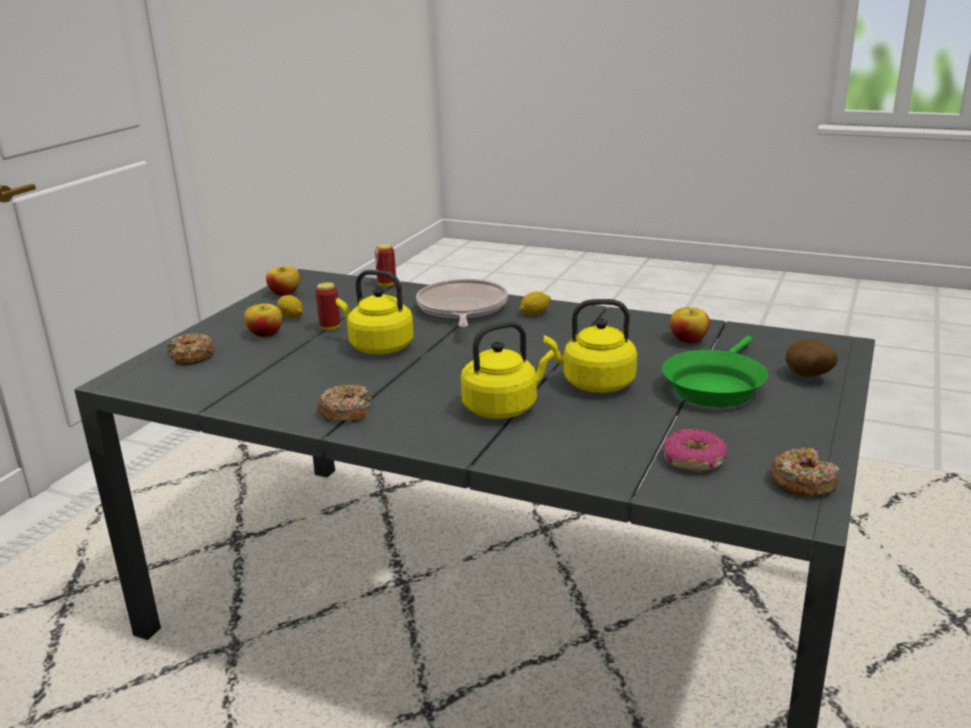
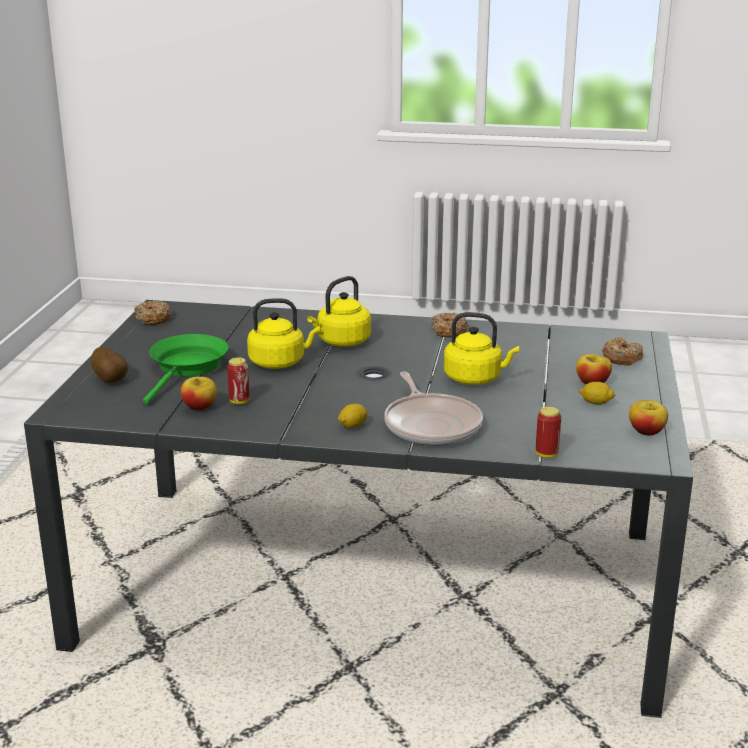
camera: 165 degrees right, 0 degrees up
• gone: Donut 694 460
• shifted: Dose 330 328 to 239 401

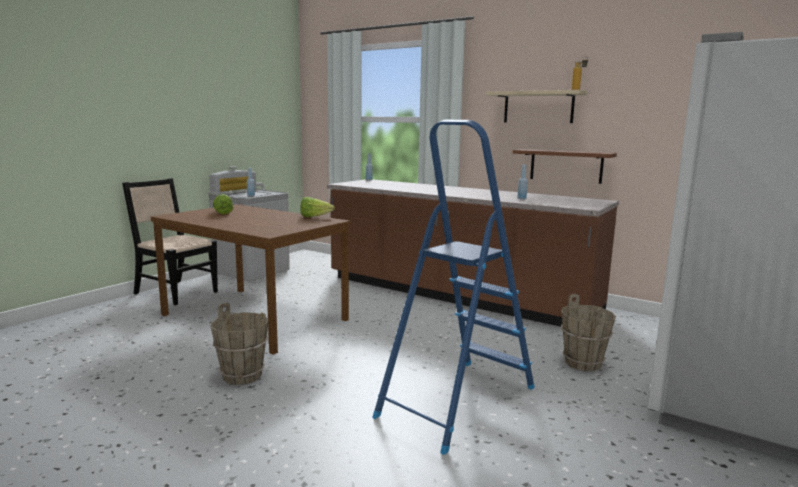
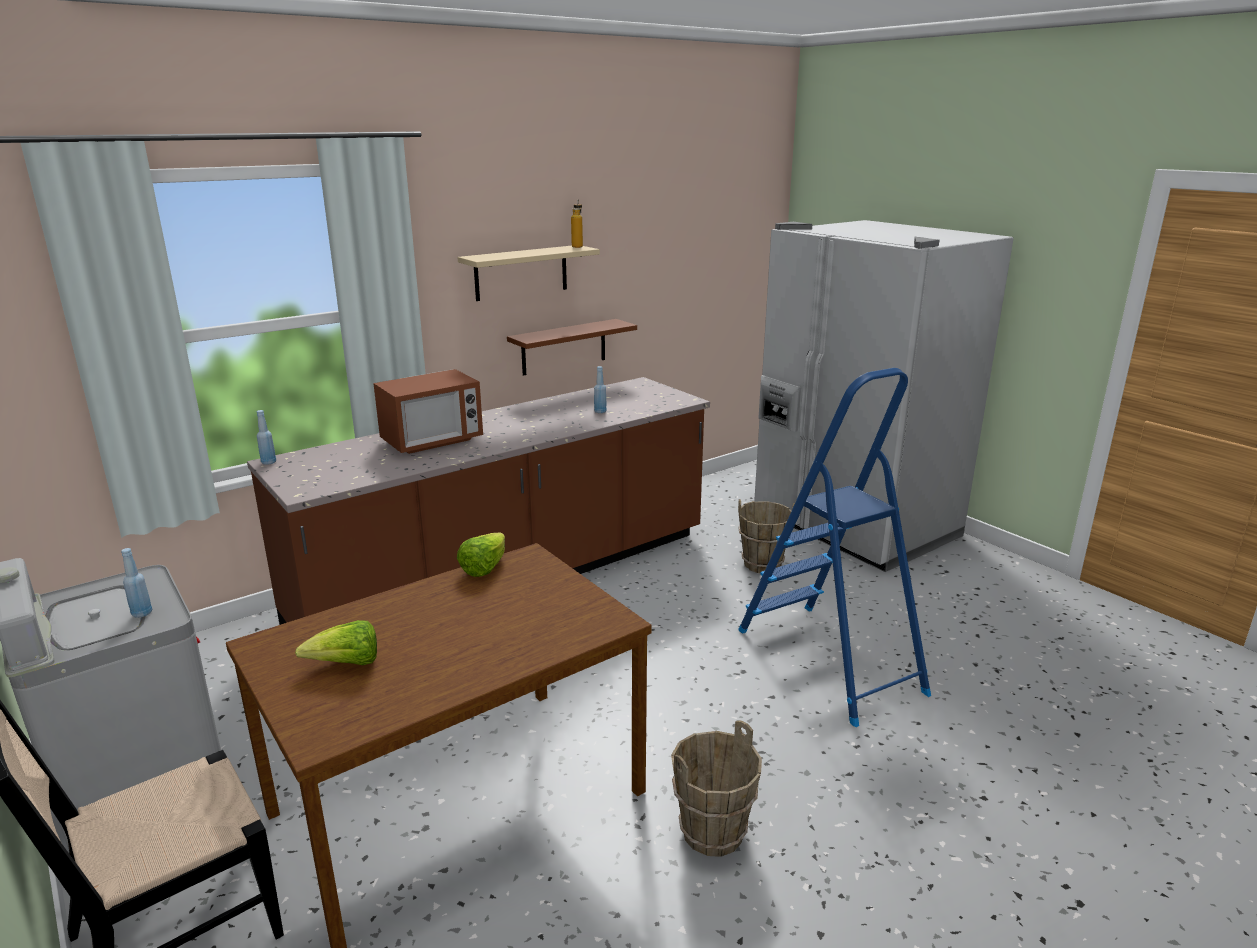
camera: 70 degrees left, 10 degrees up
• new: Mikrowelle 432 441

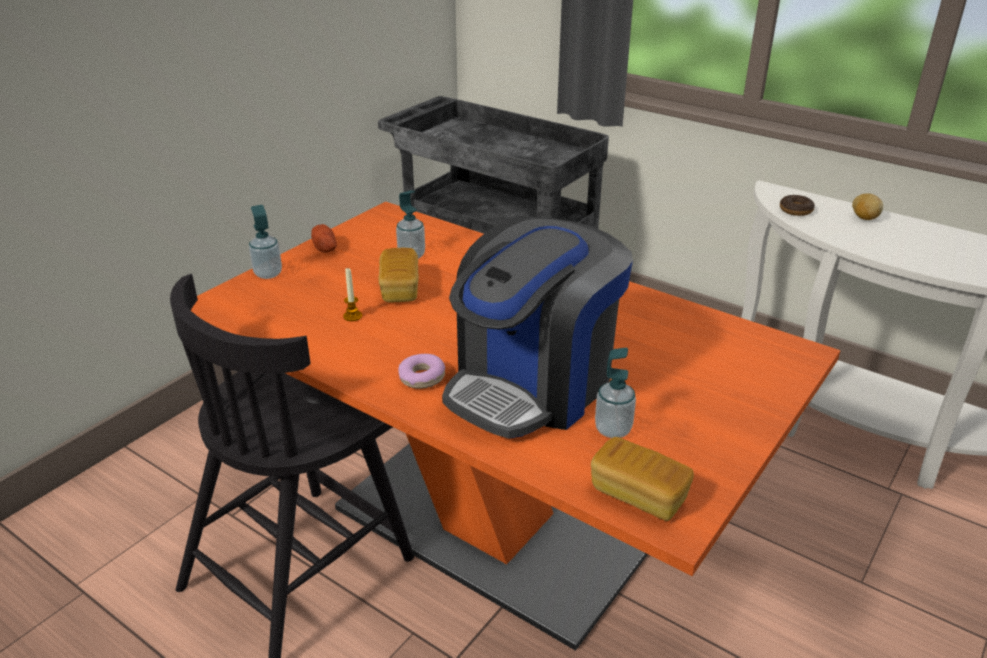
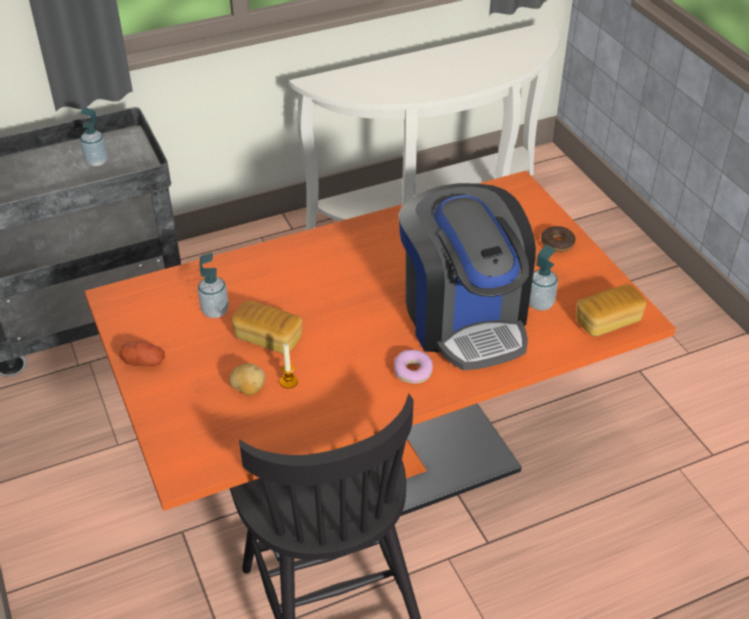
camera: 60 degrees left, 10 degrees up
• shifted: Seifenspender 268 274 to 97 161
• shifted: Donut 795 210 to 557 243
• shifted: Kartoffel 863 218 to 248 389

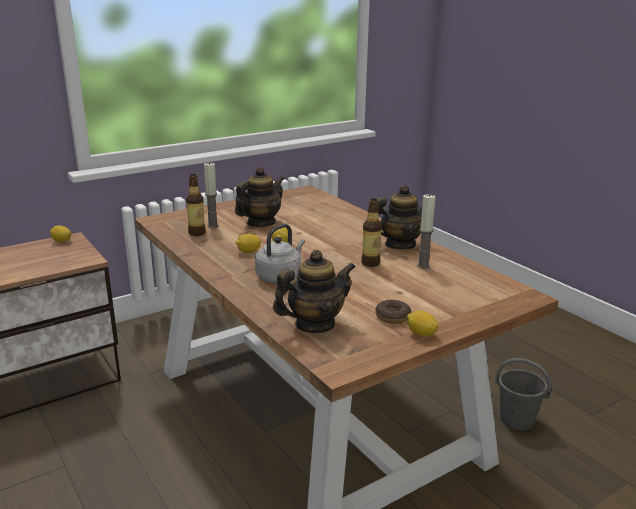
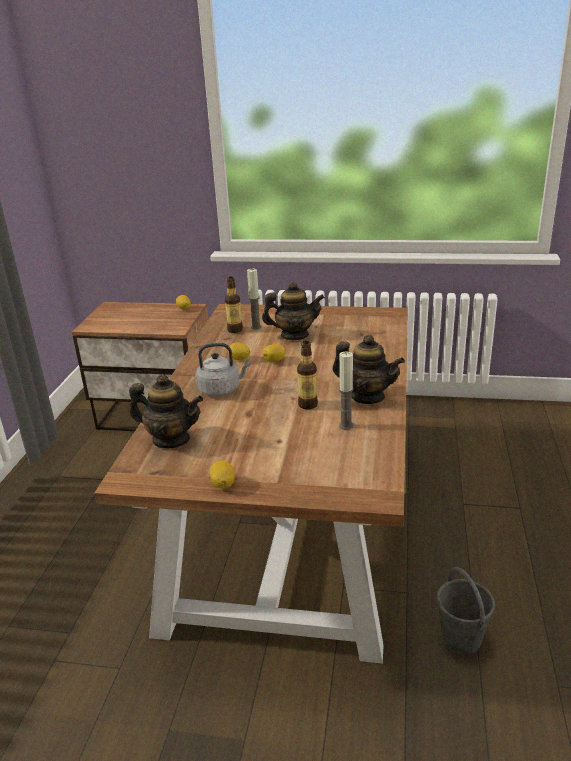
camera: 45 degrees right, 5 degrees up
• gone: Donut 392 317

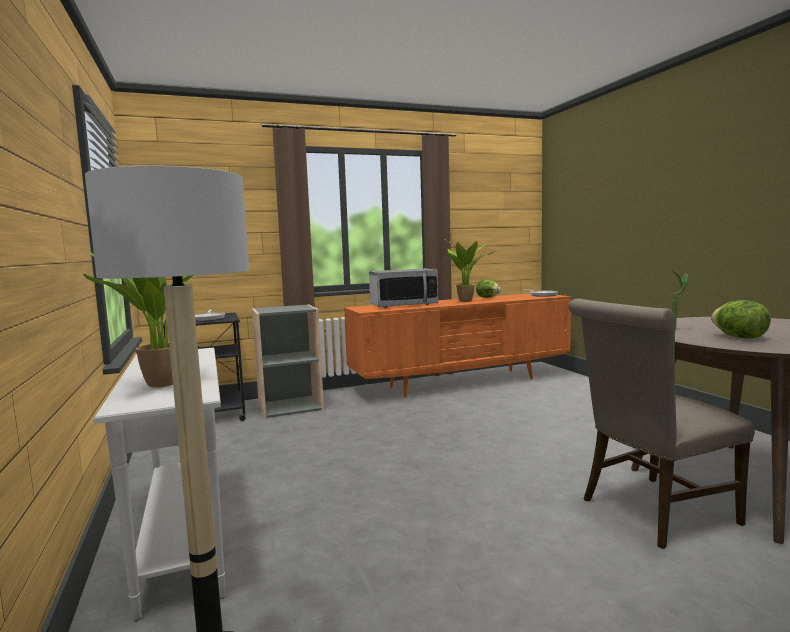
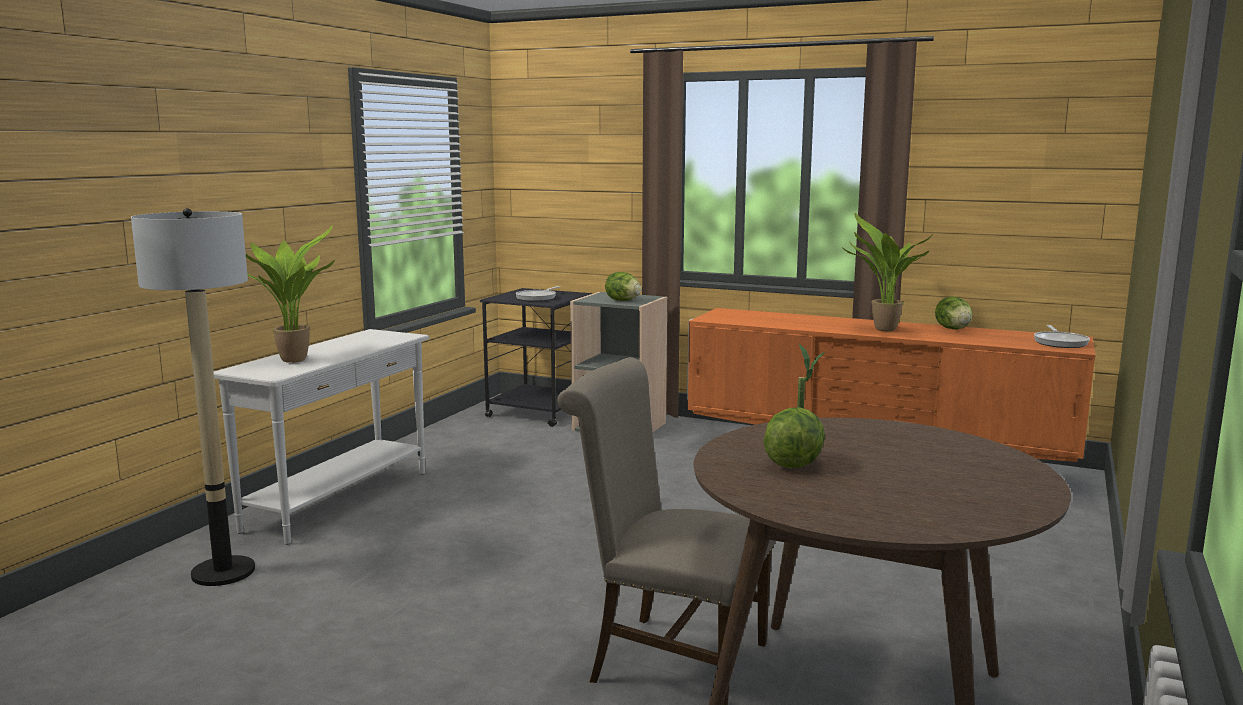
camera: 45 degrees right, 5 degrees up
• gone: Mikrowelle 403 305
• new: Salatkopf 623 301

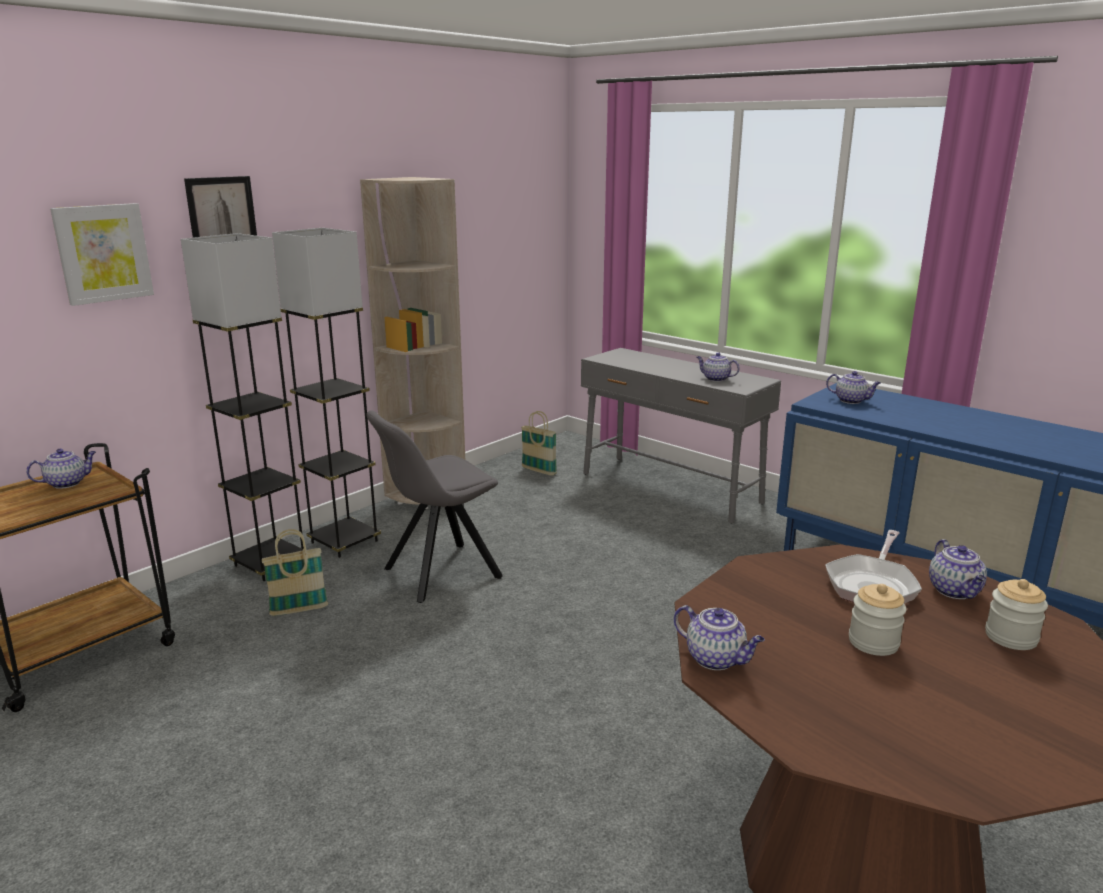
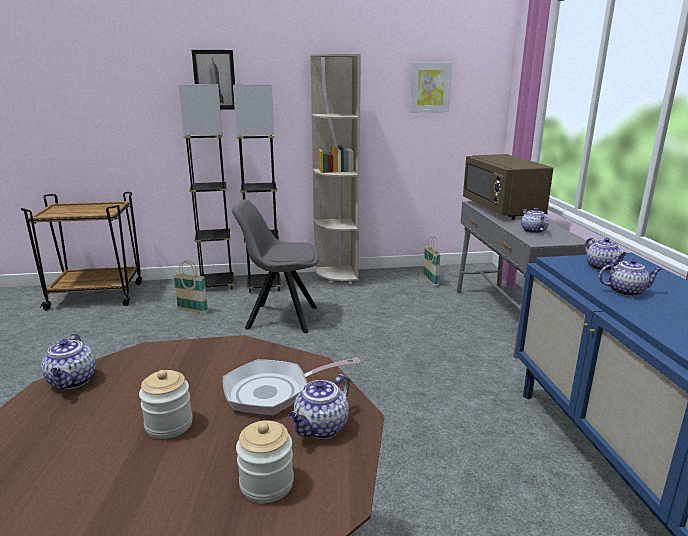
camera: 40 degrees right, 0 degrees up
• new: Mikrowelle [braun] 502 209
• shifted: Teekanne 67 483 to 626 291
• shifted: Bild 103 253 to 430 87

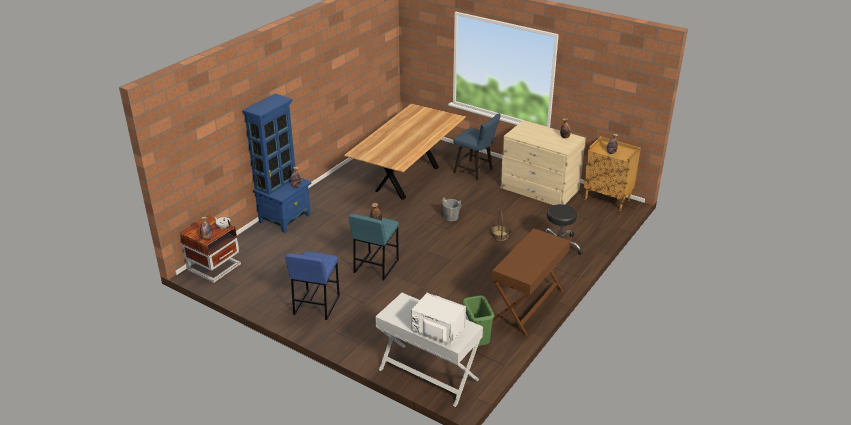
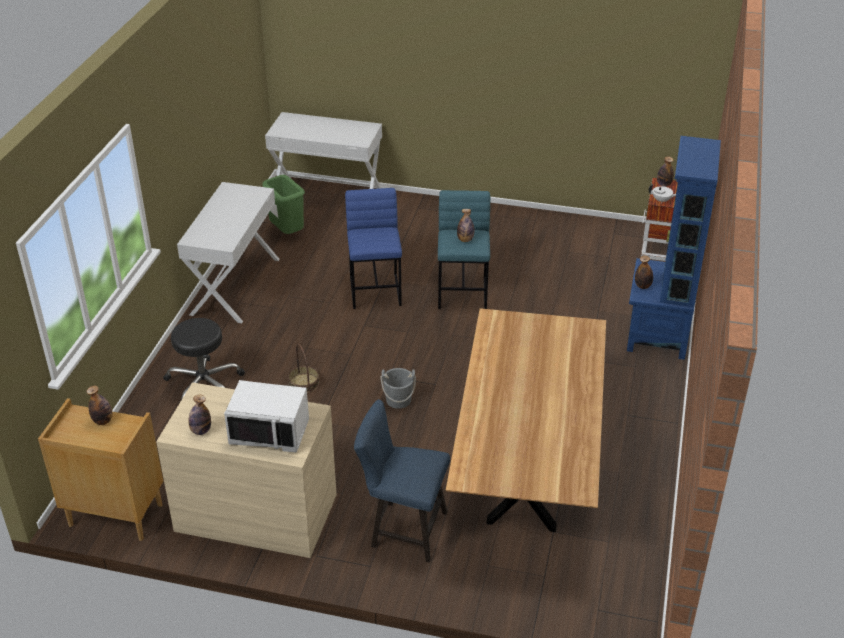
camera: 160 degrees right, 5 degrees up
• shifted: Hocker [blau] 316 306 to 375 290
• shifted: Mikrowelle [weiß] 437 330 to 270 432
• repainted: Konsolentisch [braun] 528 305 to Konsolentisch [weiß] 235 286

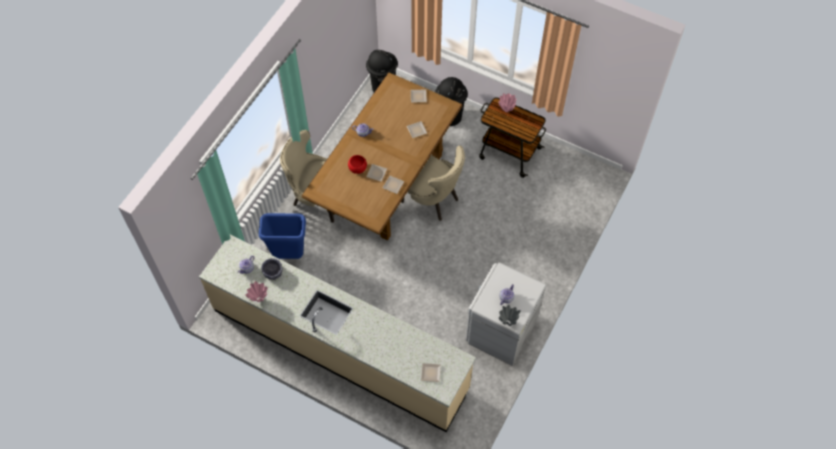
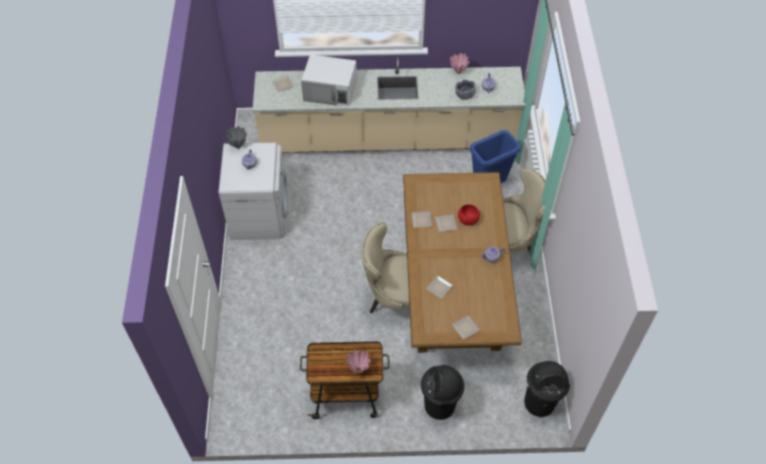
camera: 150 degrees right, 5 degrees down
• new: Mikrowelle [weiß] 330 90

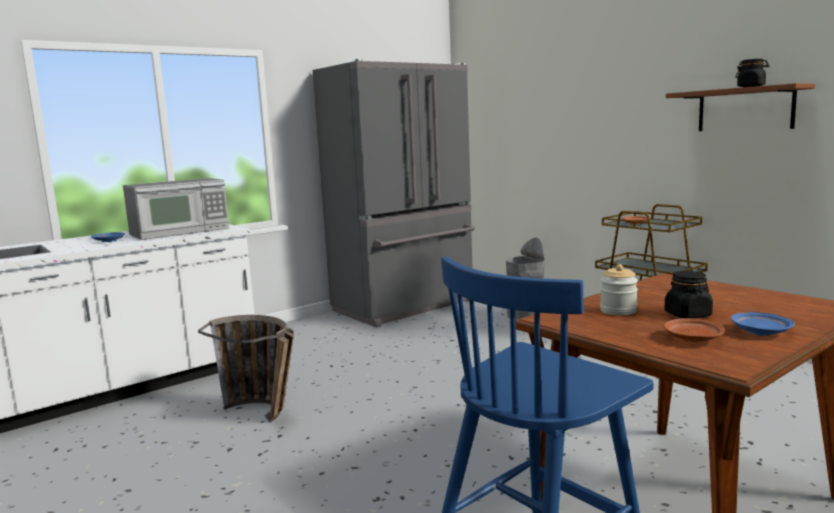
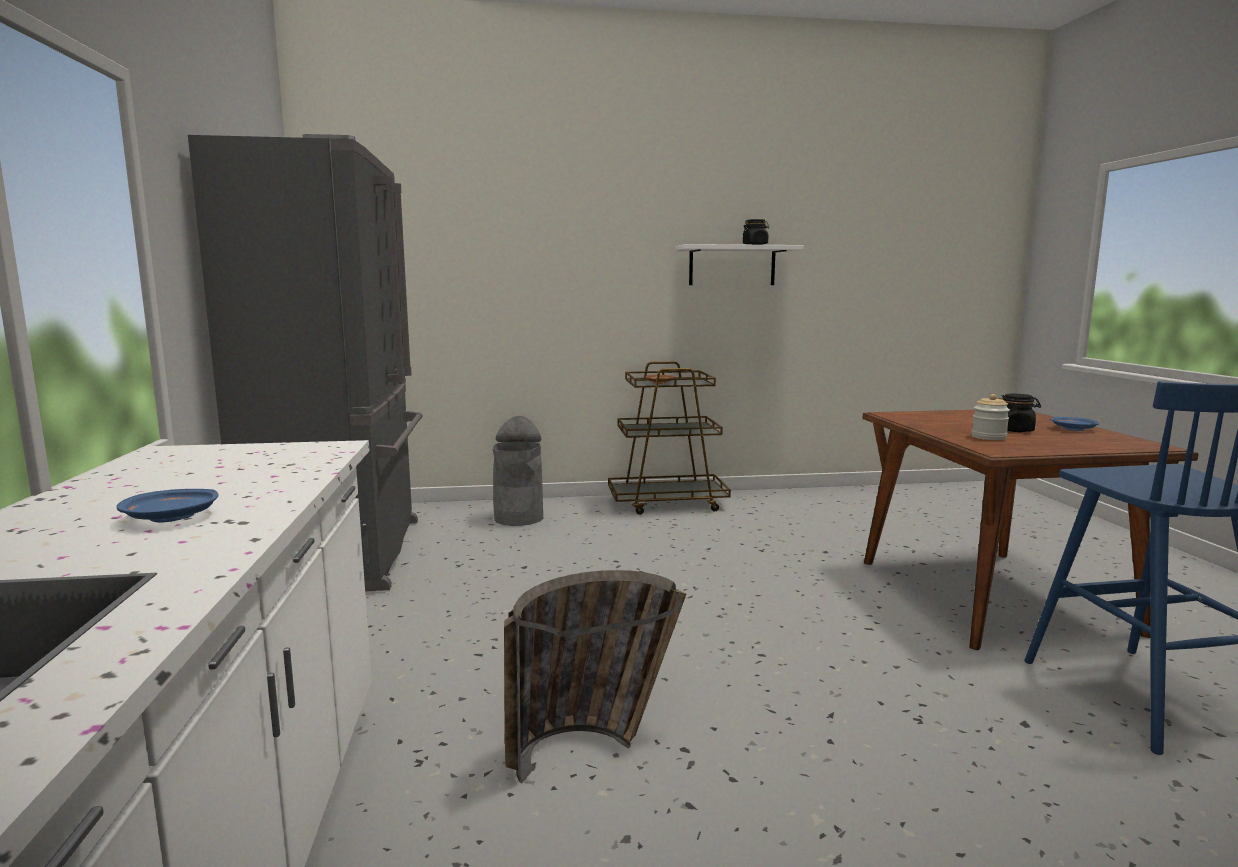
camera: 60 degrees left, 0 degrees up
• gone: Mikrowelle 180 231
• gone: Teller [braun] 692 338
• repainted: Wandregal [braun] 745 109 to Wandregal [weiß] 732 266

